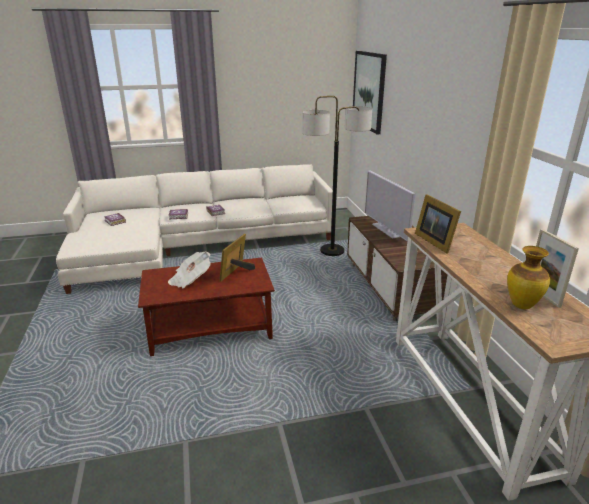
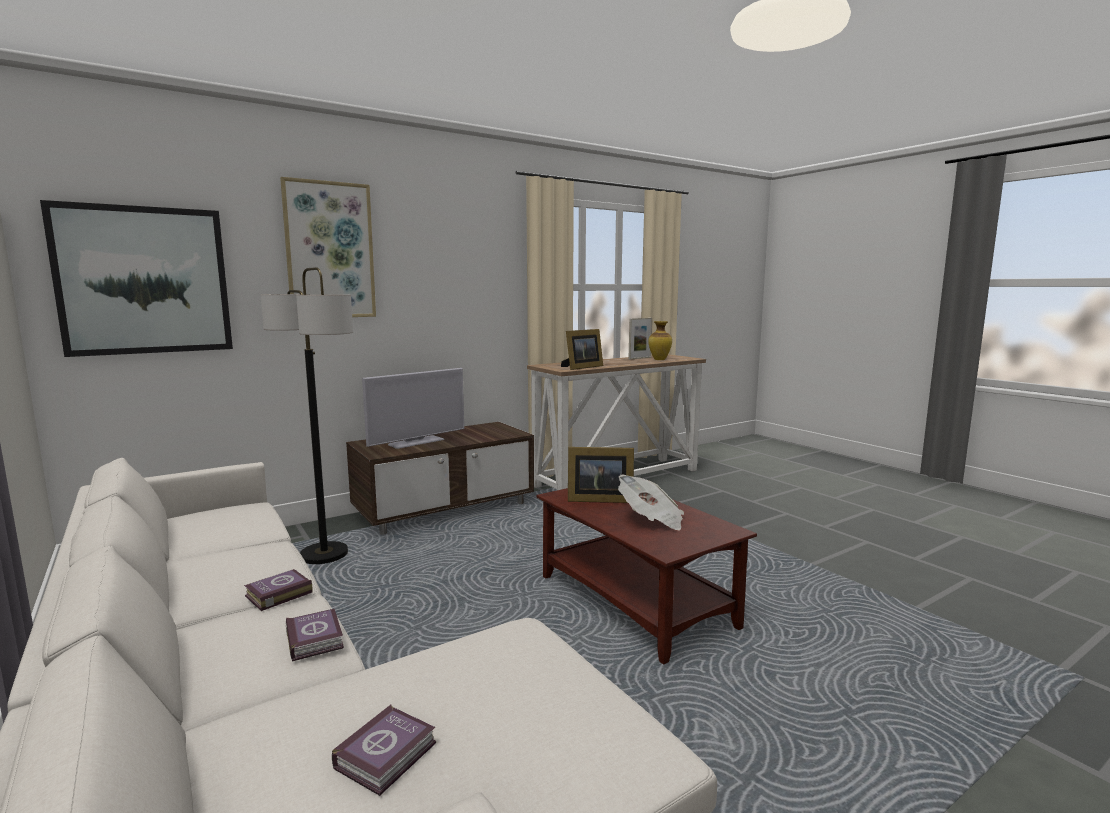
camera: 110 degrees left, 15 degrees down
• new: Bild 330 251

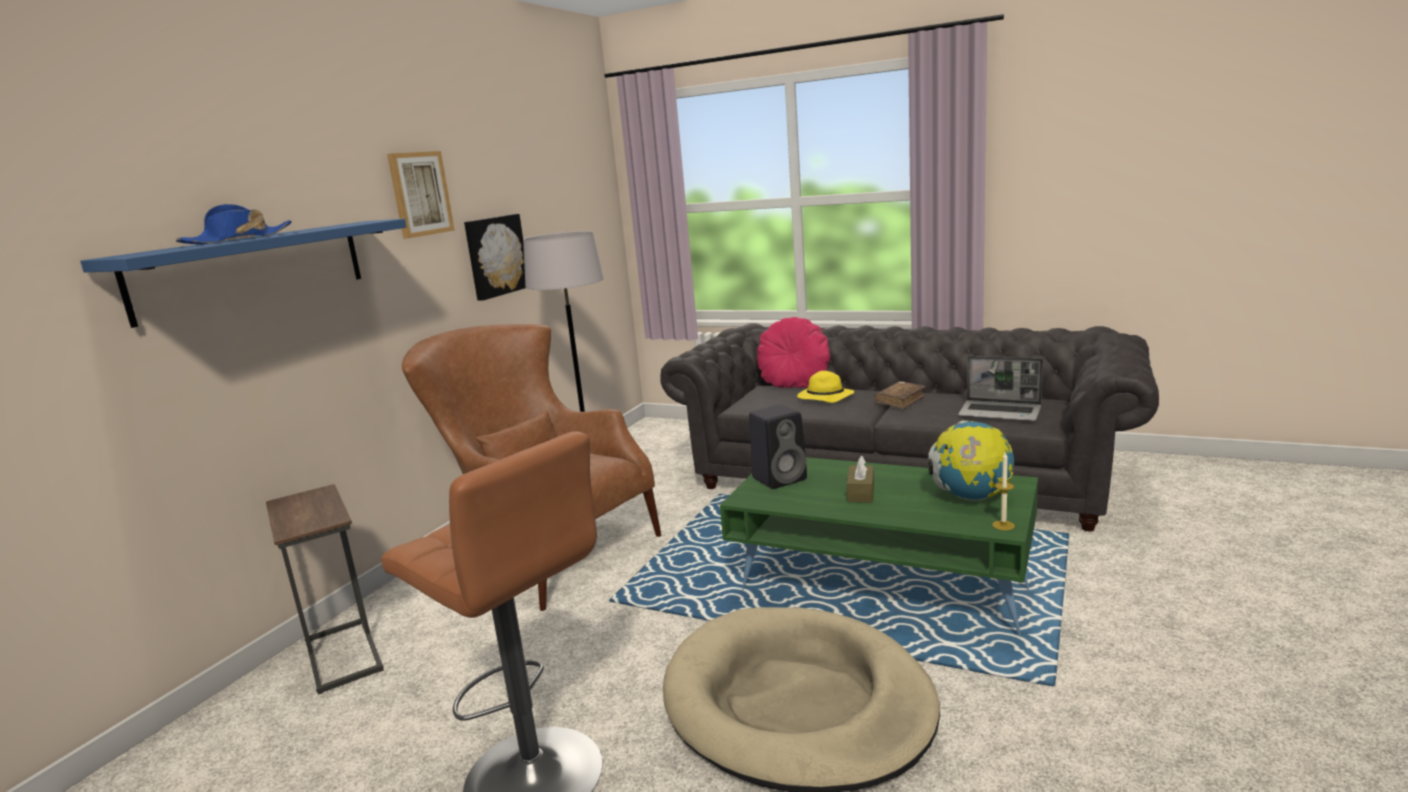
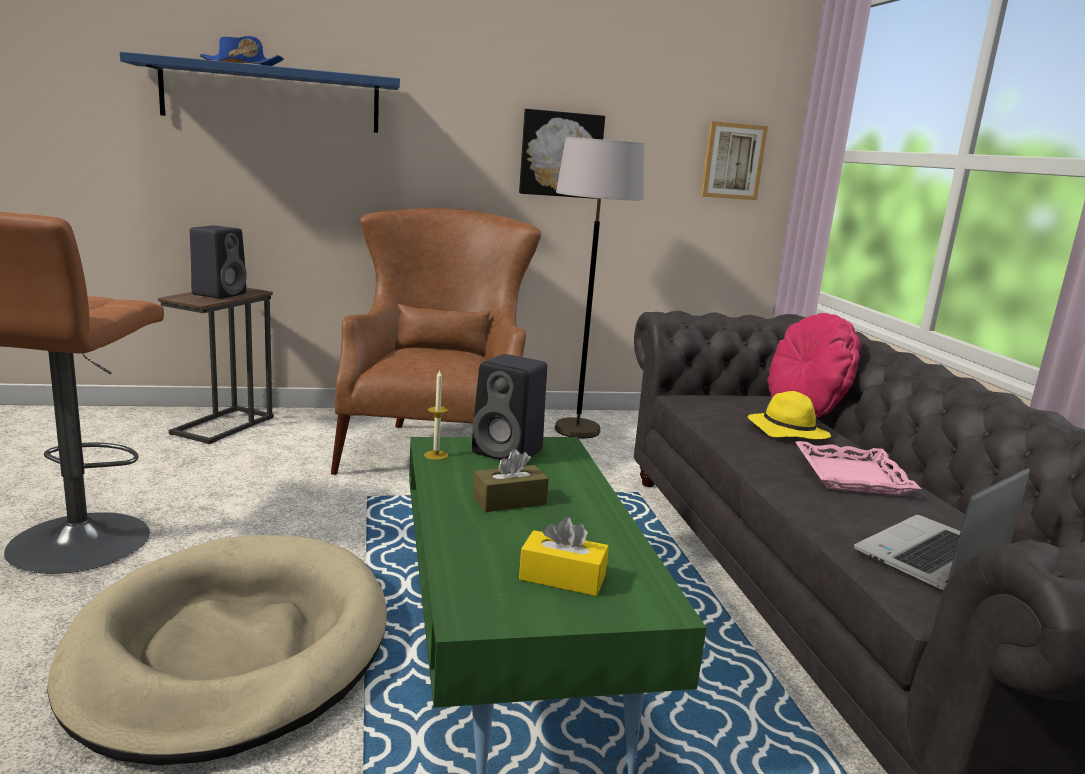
camera: 50 degrees right, 0 degrees up
• new: Lautsprecher [schwarz] 220 294
• shifted: Bild 420 194 to 732 161
• shifted: Kerze 1003 525 to 436 455
• swapped: Buch [braun] 900 401 to Tablett [rosa] 852 476
• swapped: Globus 971 498 to Taschentuchbox [gelb] 562 577
• rotated: Laptop 1001 412 = 932 556 60 degrees clockwise

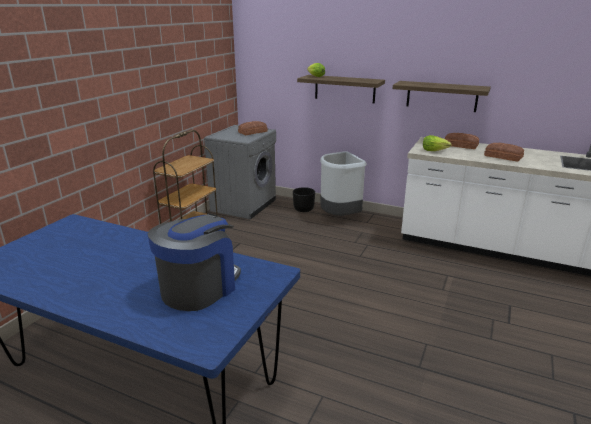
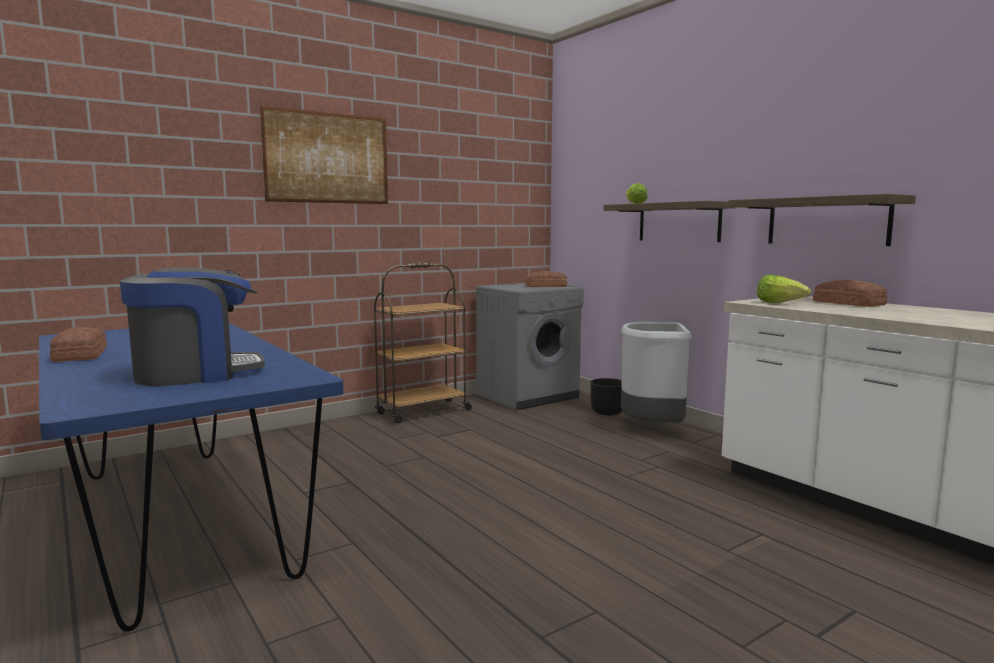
camera: 30 degrees right, 15 degrees down
• new: Bild 327 158
• shifted: Brot 503 157 to 78 355

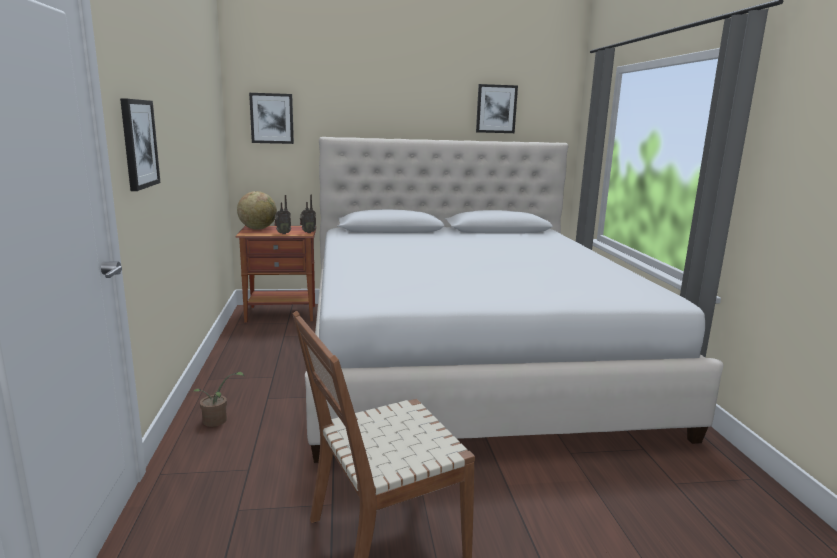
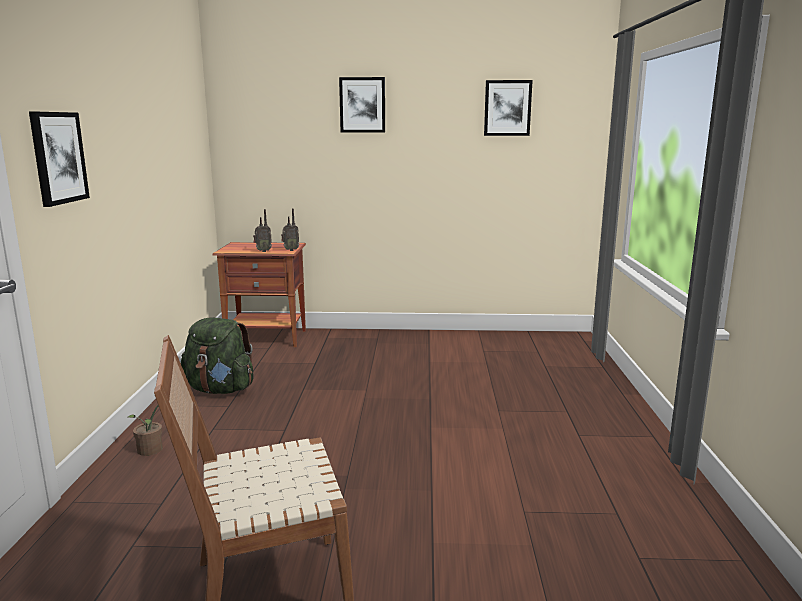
camera: 10 degrees right, 0 degrees up
• gone: Globus 258 229
• gone: Bett [weiß] 466 357
• new: Rucksack [grün] 220 389
• shifted: Bild 272 118 to 362 105

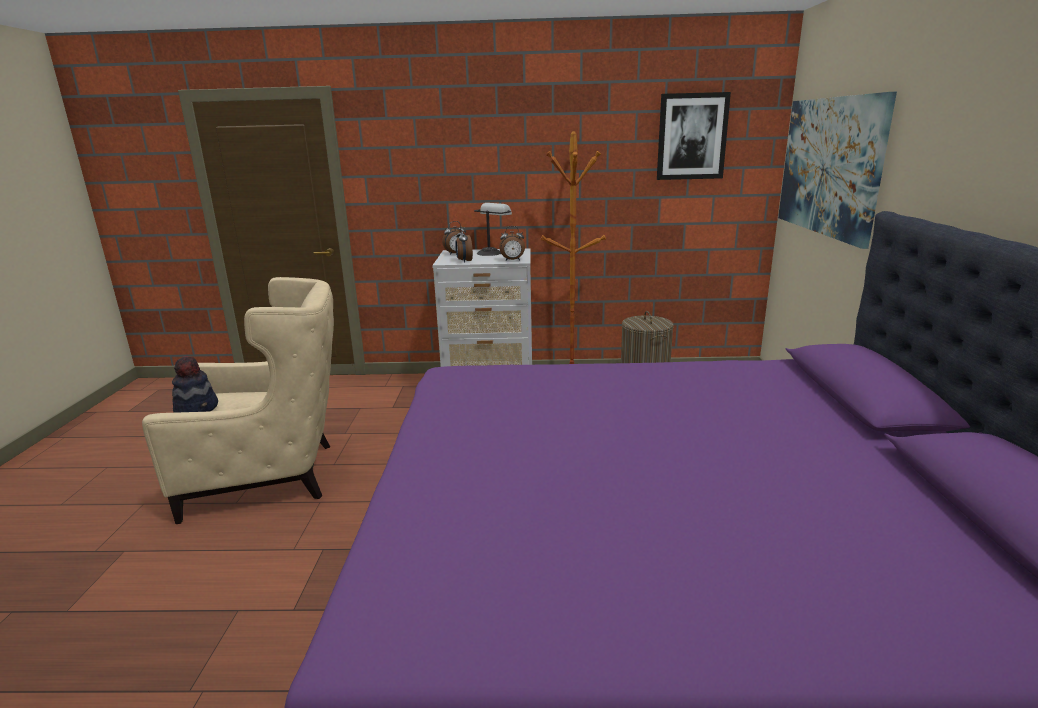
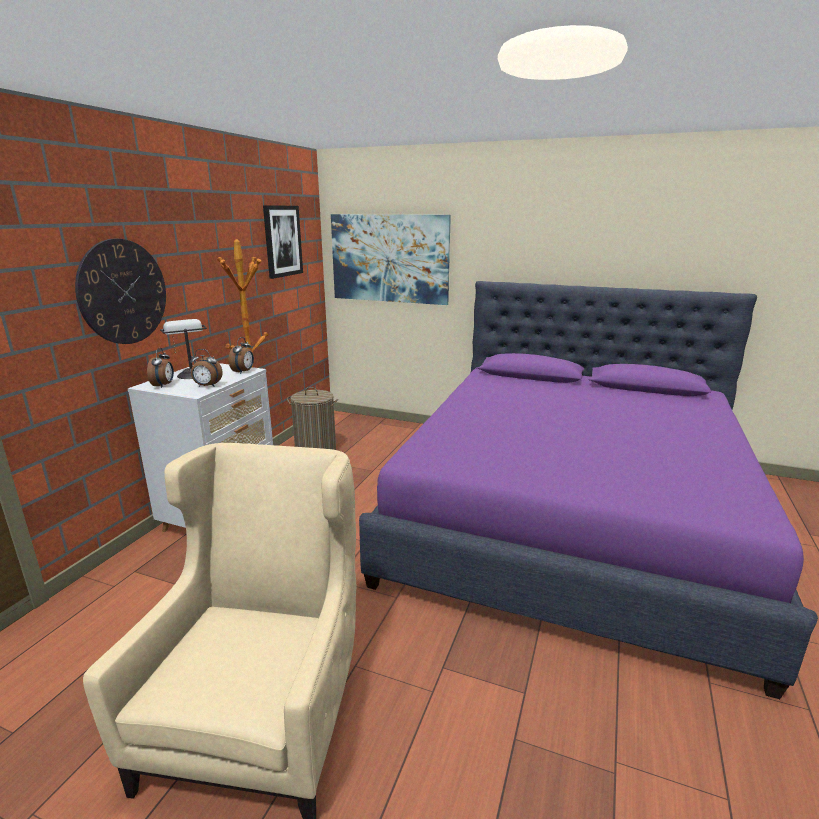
camera: 70 degrees left, 0 degrees up
• gone: Hut 197 409
• new: Wanduhr 123 292

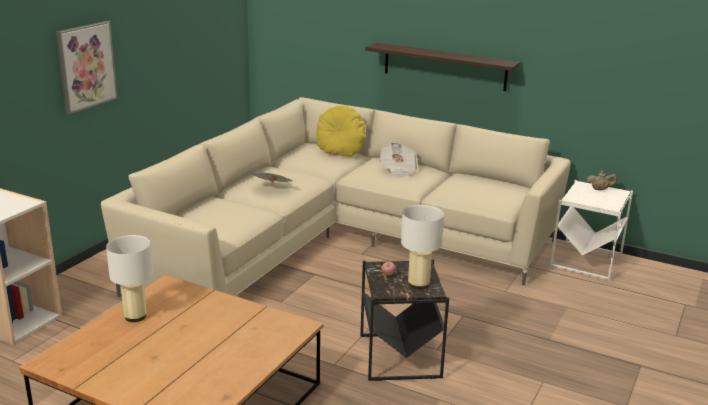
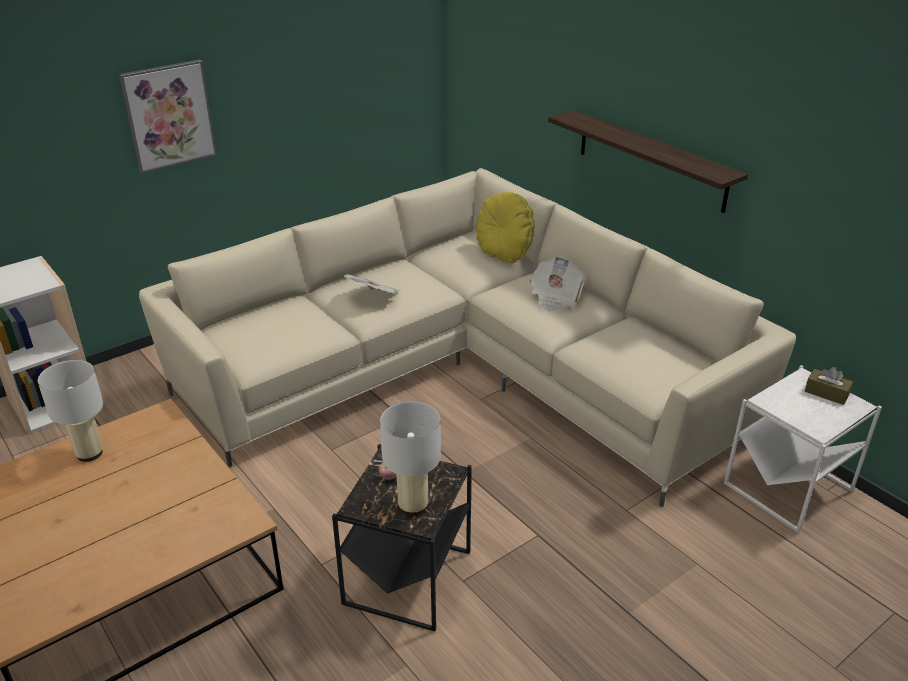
camera: 25 degrees right, 10 degrees up
• swapped: Teekanne [beige] 600 189 to Taschentuchbox [braun] 826 393

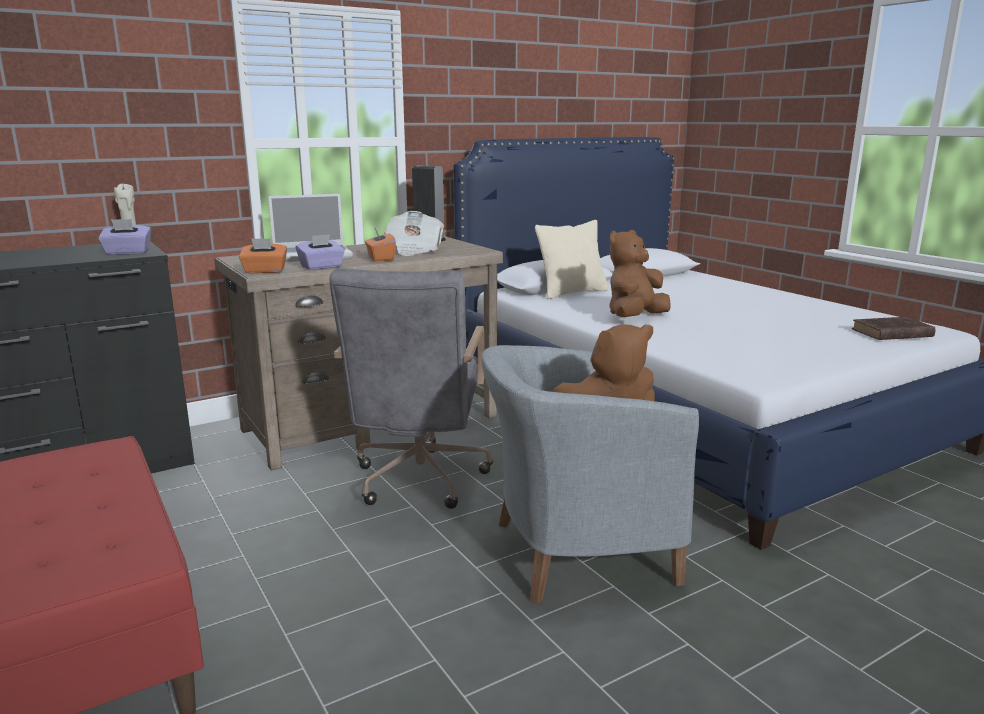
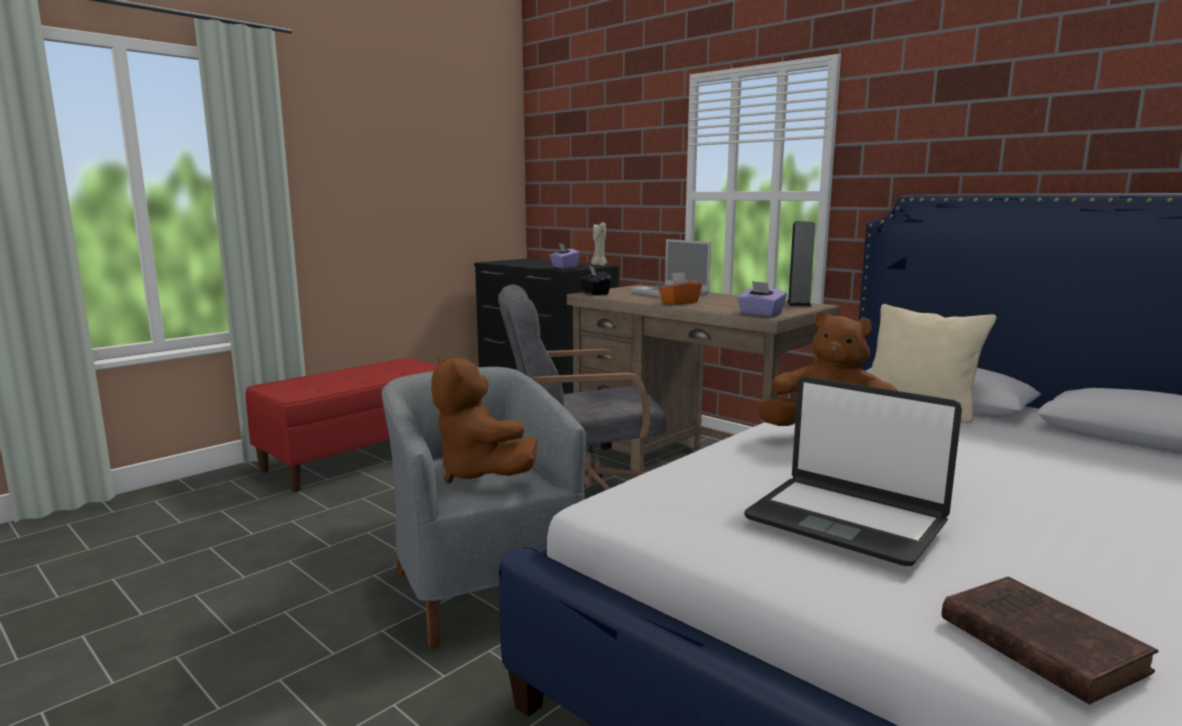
camera: 75 degrees right, 5 degrees down
• gone: Zeitung 414 250
• new: Laptop 846 520
• shifted: Taschentuchbox [lila] 321 267 to 760 314
• repainted: Taschentuchbox [orange] 265 271 to Taschentuchbox [schwarz] 594 293

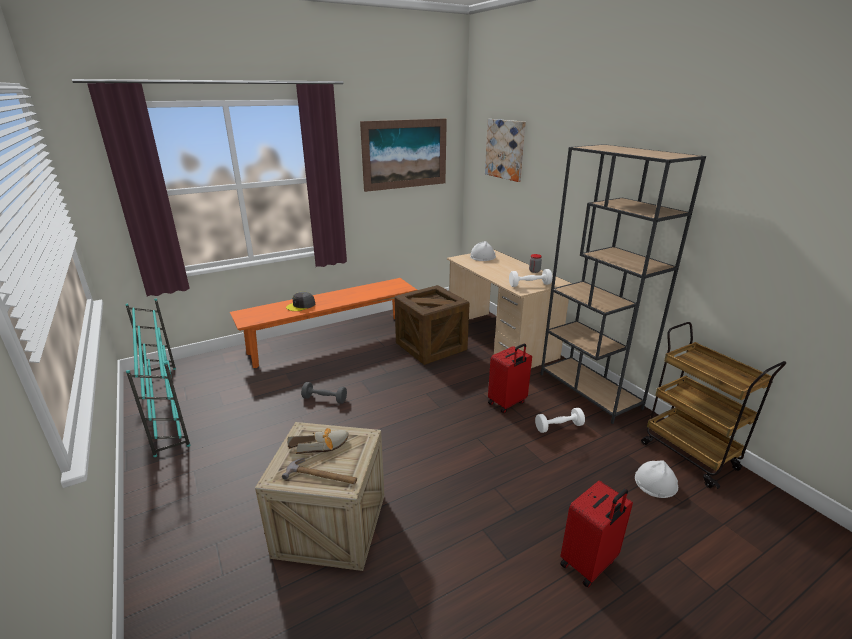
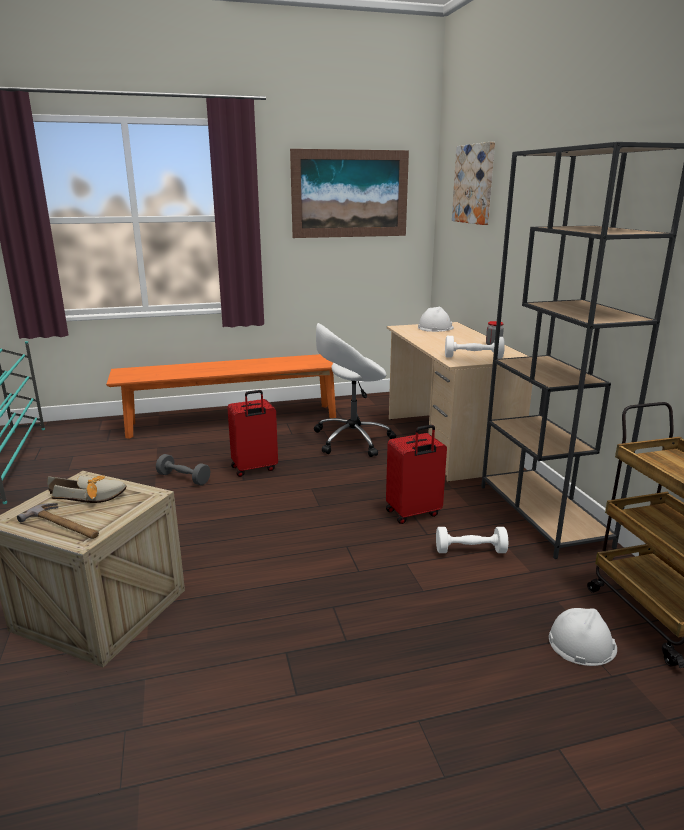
camera: 15 degrees right, 5 degrees down
• gone: Kappe [grau] 301 305
• shifted: Koffer [rot] 589 564 to 254 469
• swapped: Kiste 431 346 to Bürostuhl [weiß] 350 440

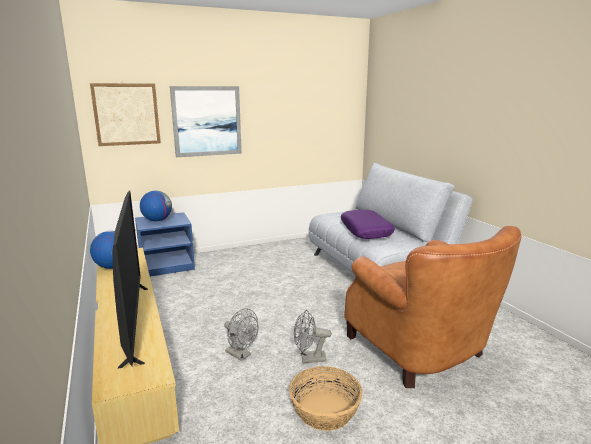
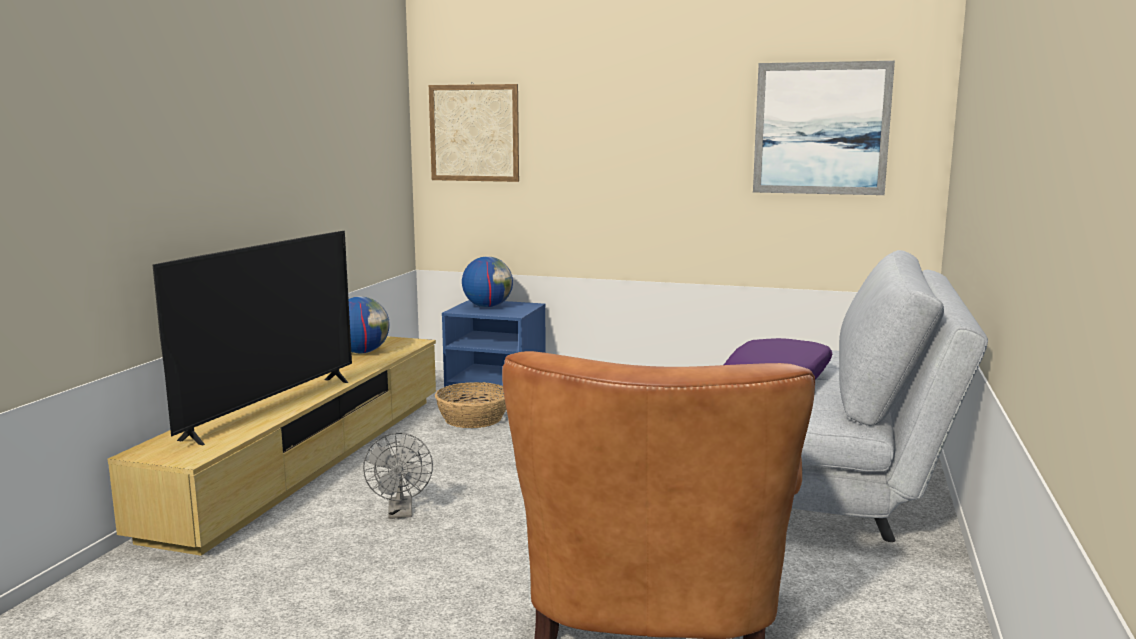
camera: 40 degrees right, 5 degrees down
• gone: Ventilator [grau] 309 359
• shifted: Bild 207 121 to 821 128
• shifted: Korb 325 411 to 473 419

